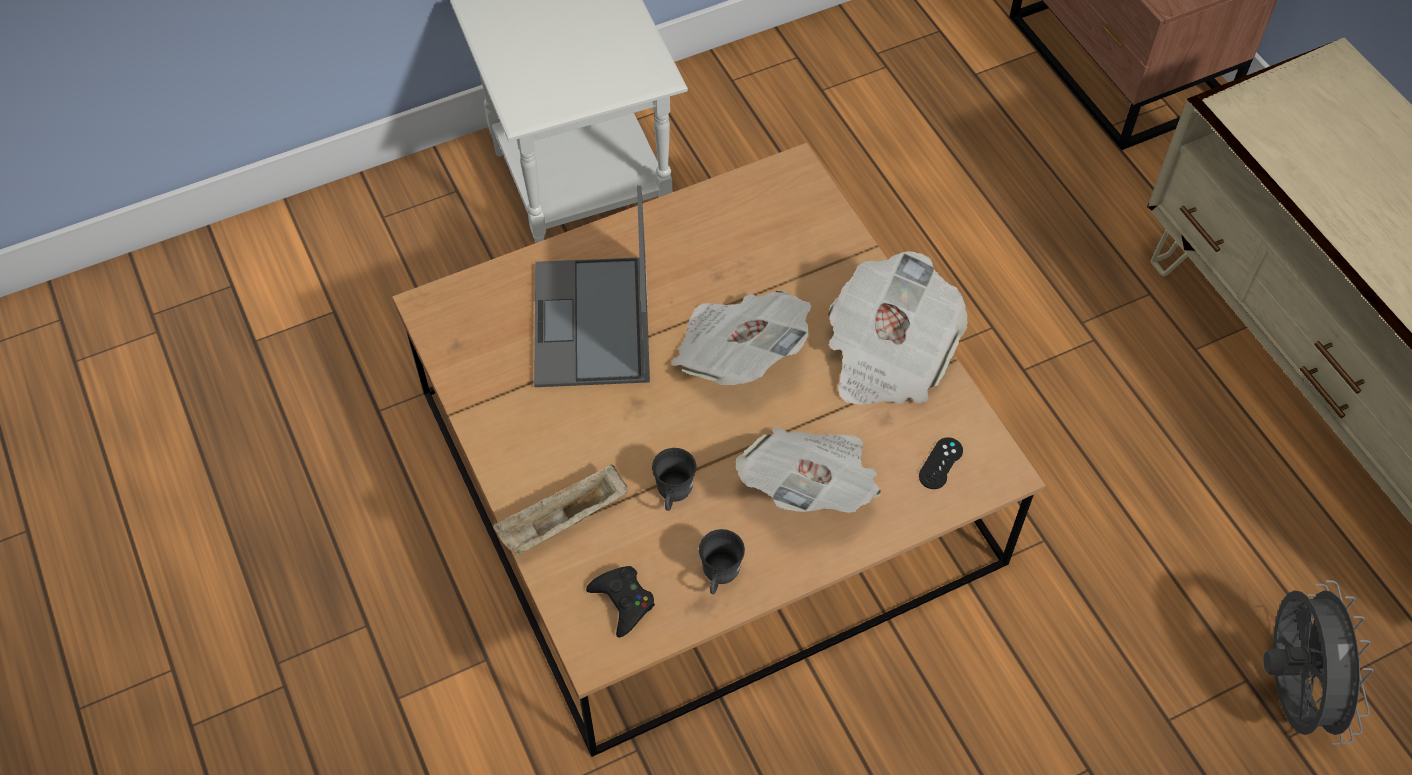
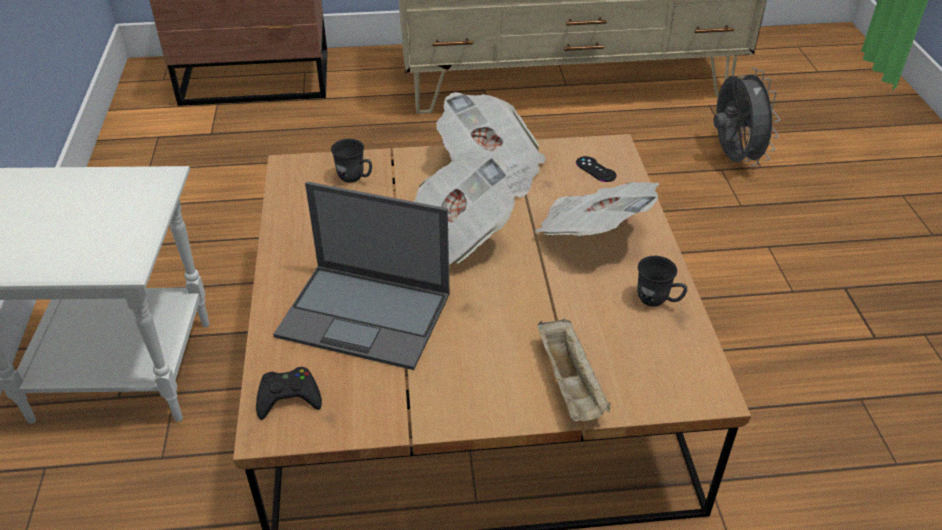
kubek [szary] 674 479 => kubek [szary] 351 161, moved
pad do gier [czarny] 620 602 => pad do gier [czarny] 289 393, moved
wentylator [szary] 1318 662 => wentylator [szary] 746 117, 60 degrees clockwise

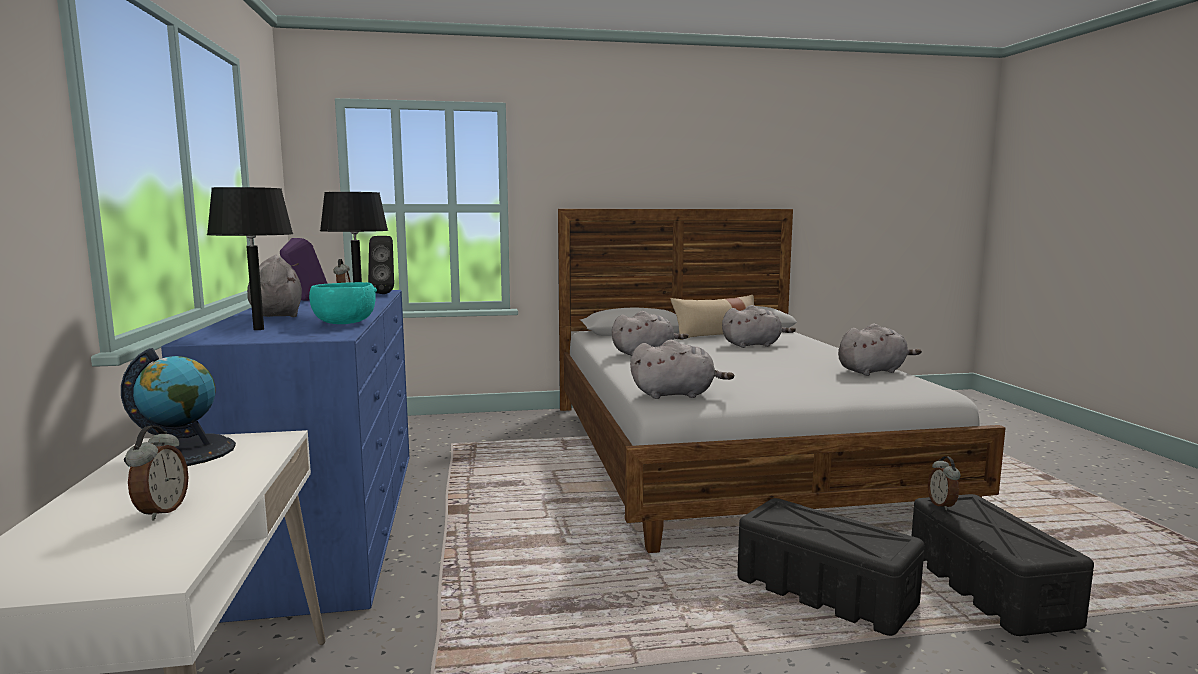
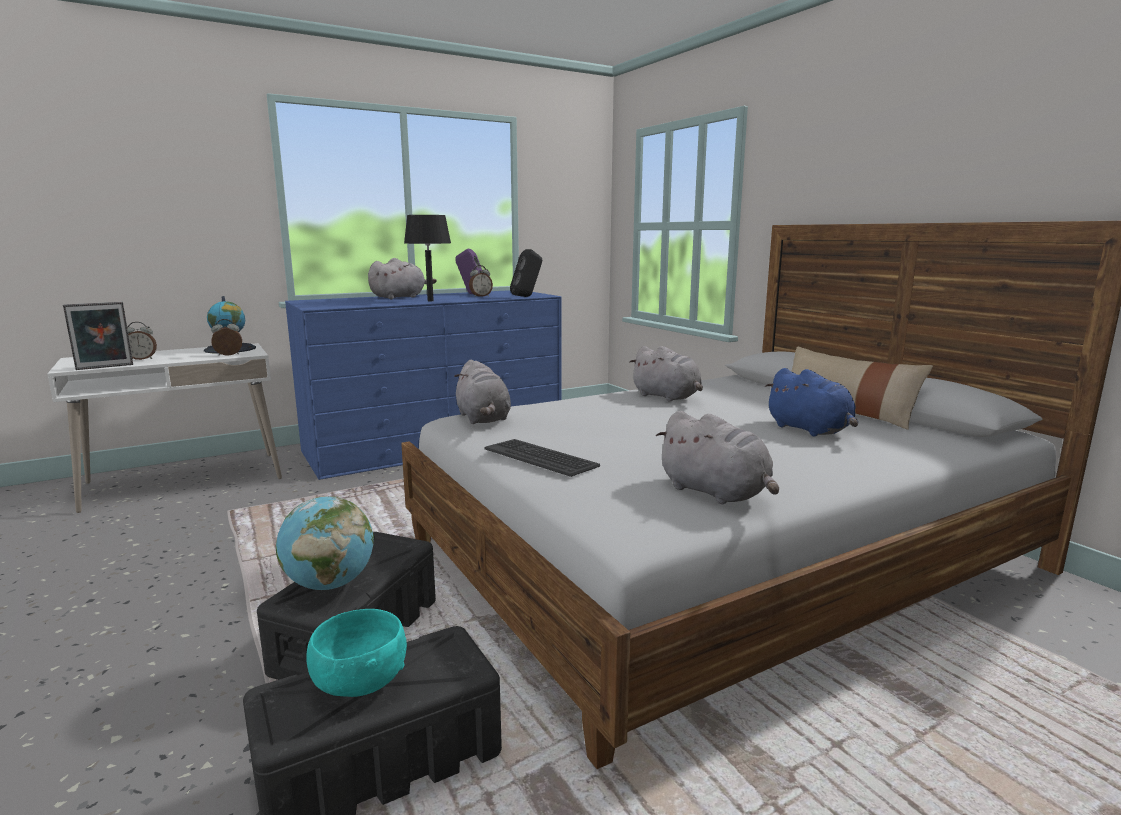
lampa stołowa [czarny] 250 258 => nothing
miska [turkusowy] 343 303 => miska [turkusowy] 356 653, moved
pluszak [szary] 759 326 => pluszak [niebieski] 811 402
budzik 944 483 => budzik 226 337, moved
nothing => ramka na zdjęcie 98 336
nothing => klawiatura 542 458
nothing => globus 325 543

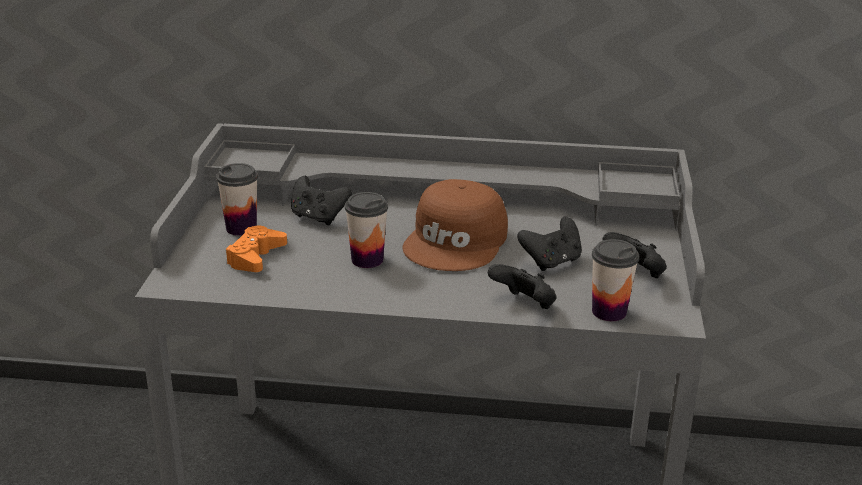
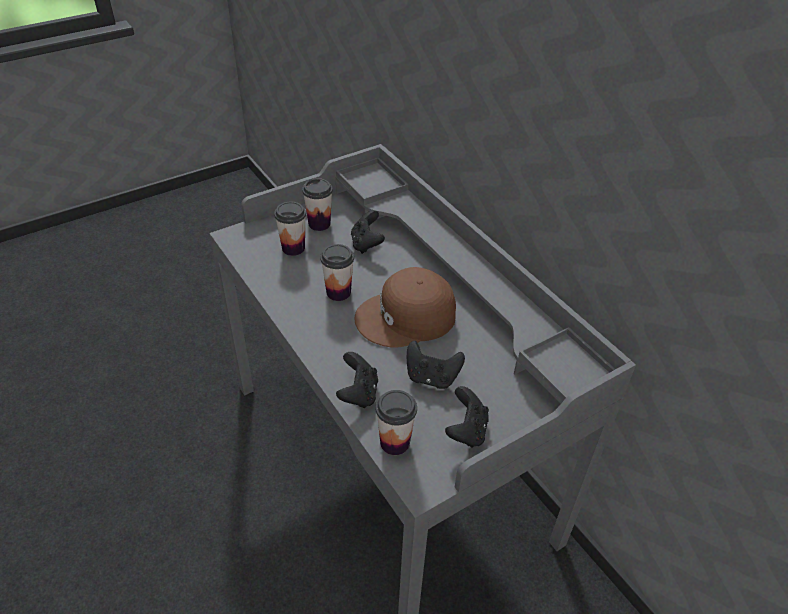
pad do gier [pomarańczowy] 256 249 => filiżanka 290 228

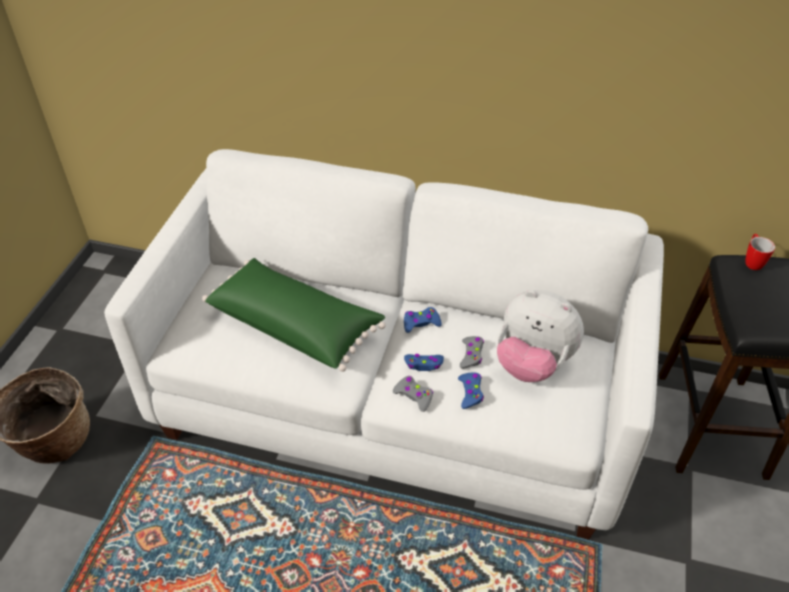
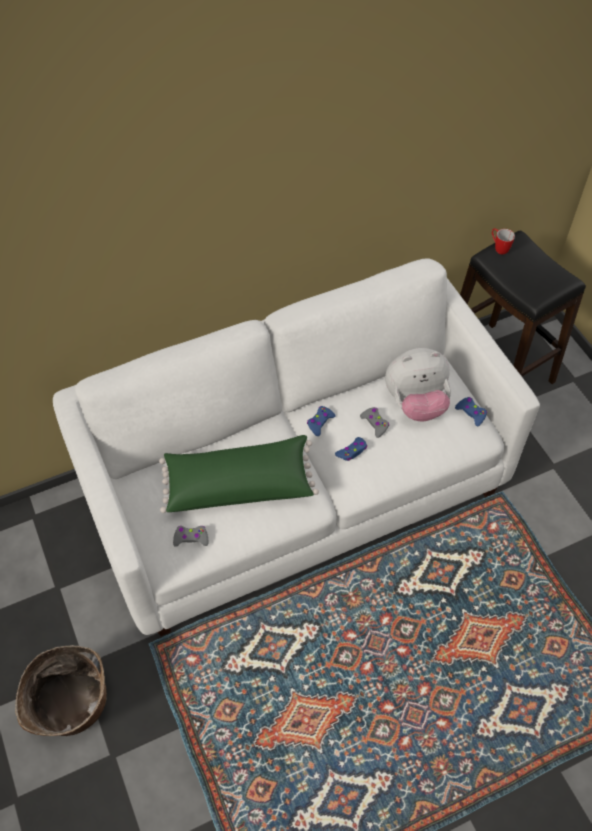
pad do gier [niebieski] 471 390 => pad do gier [niebieski] 471 411, moved
pad do gier [szary] 413 394 => pad do gier [szary] 191 536, moved

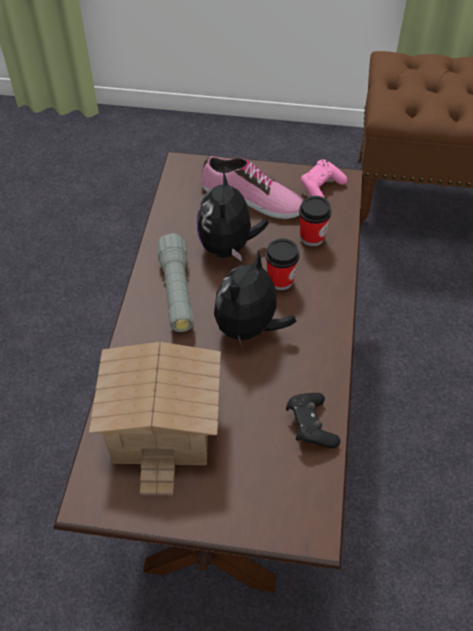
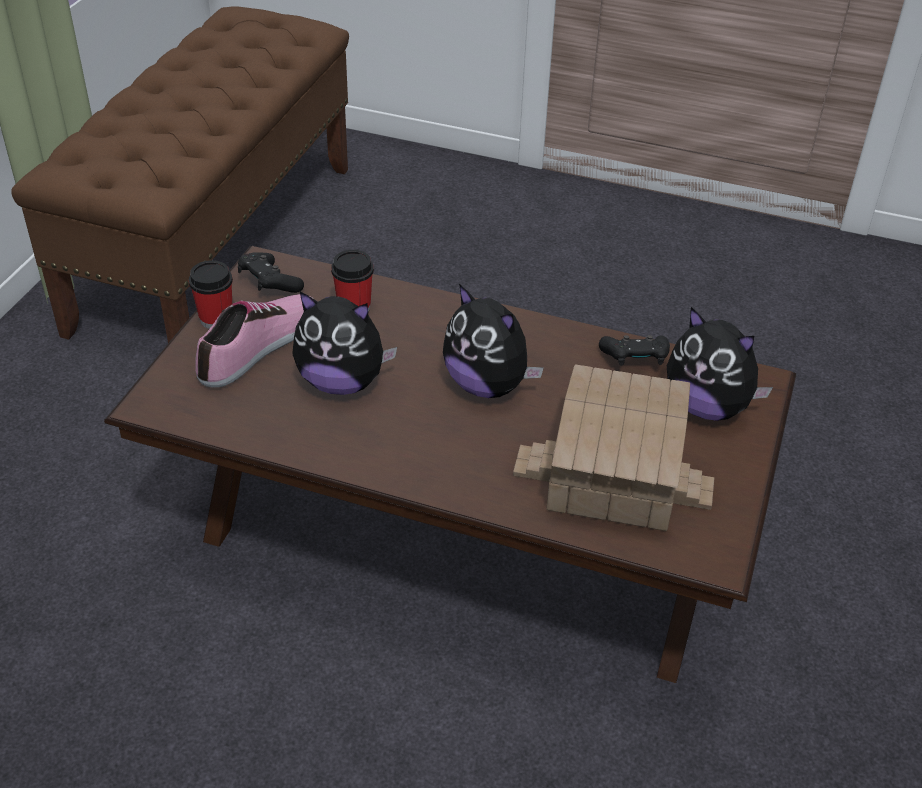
pad do gier [różowy] 323 178 => pad do gier [czarny] 271 272
latarka [szary] 175 282 => nothing
filiżanka 282 264 => filiżanka 211 294, moved
nothing => pluszak 720 364

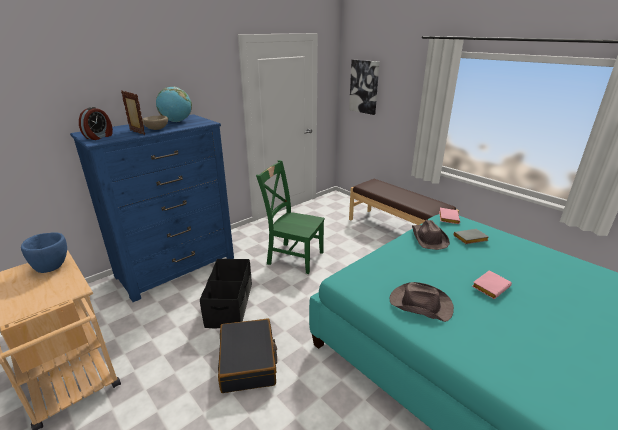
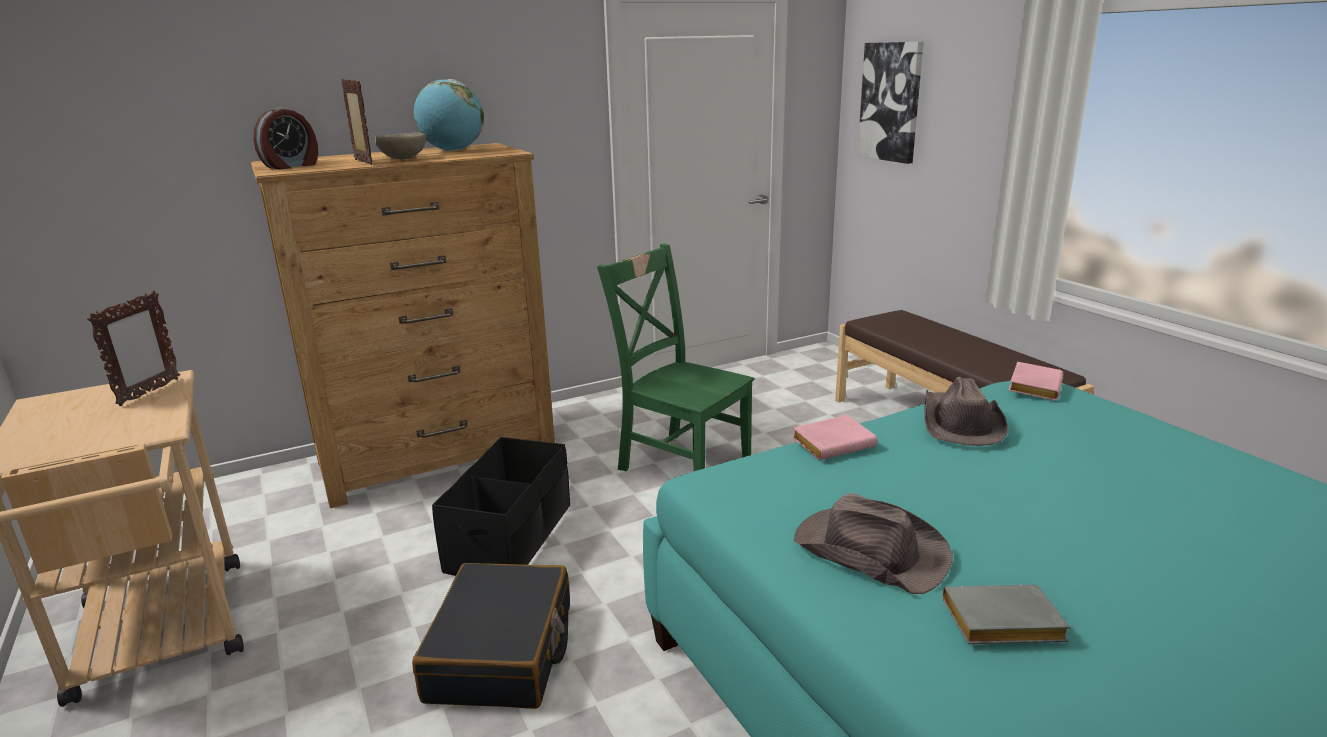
komoda [niebieski] 152 208 => komoda [brązowy] 403 325
książka [szary] 471 236 => książka [szary] 1007 614, moved
miska [niebieski] 44 252 => ramka na zdjęcie 133 348
książka [różowy] 492 284 => książka [różowy] 834 437, moved

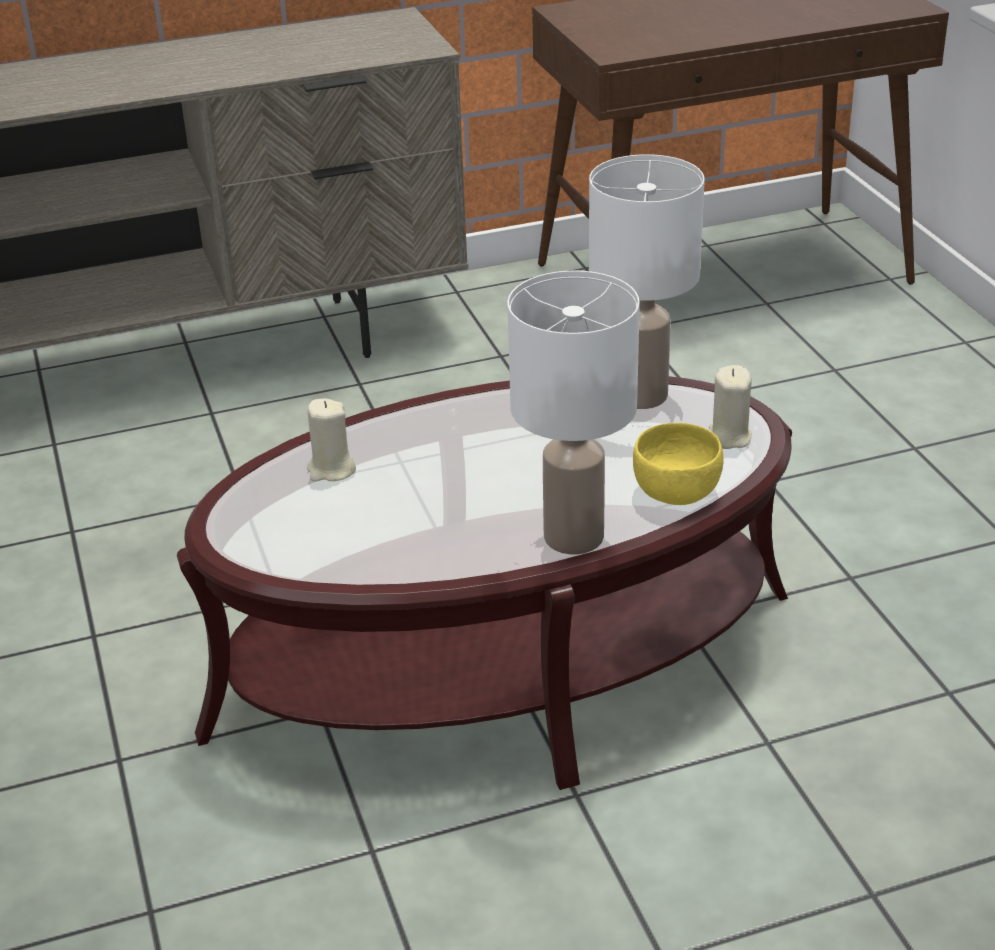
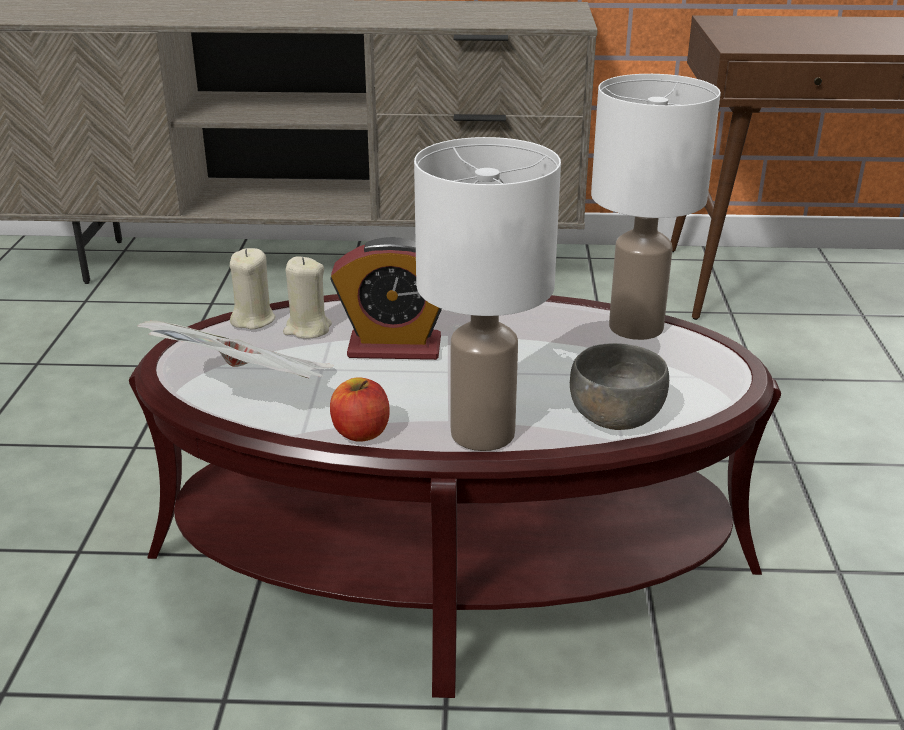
świeca [beżowy] 730 407 => świeca [beżowy] 253 288, moved
miska [żółty] 678 464 => miska [szary] 619 386
nothing => budzik 386 298
nothing => gazeta 236 349
nothing => jabłko 360 410

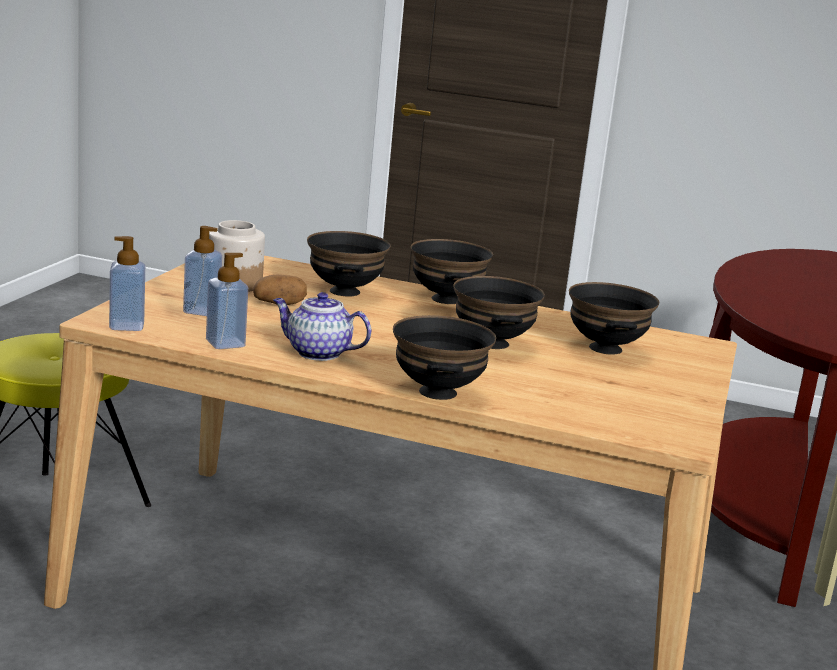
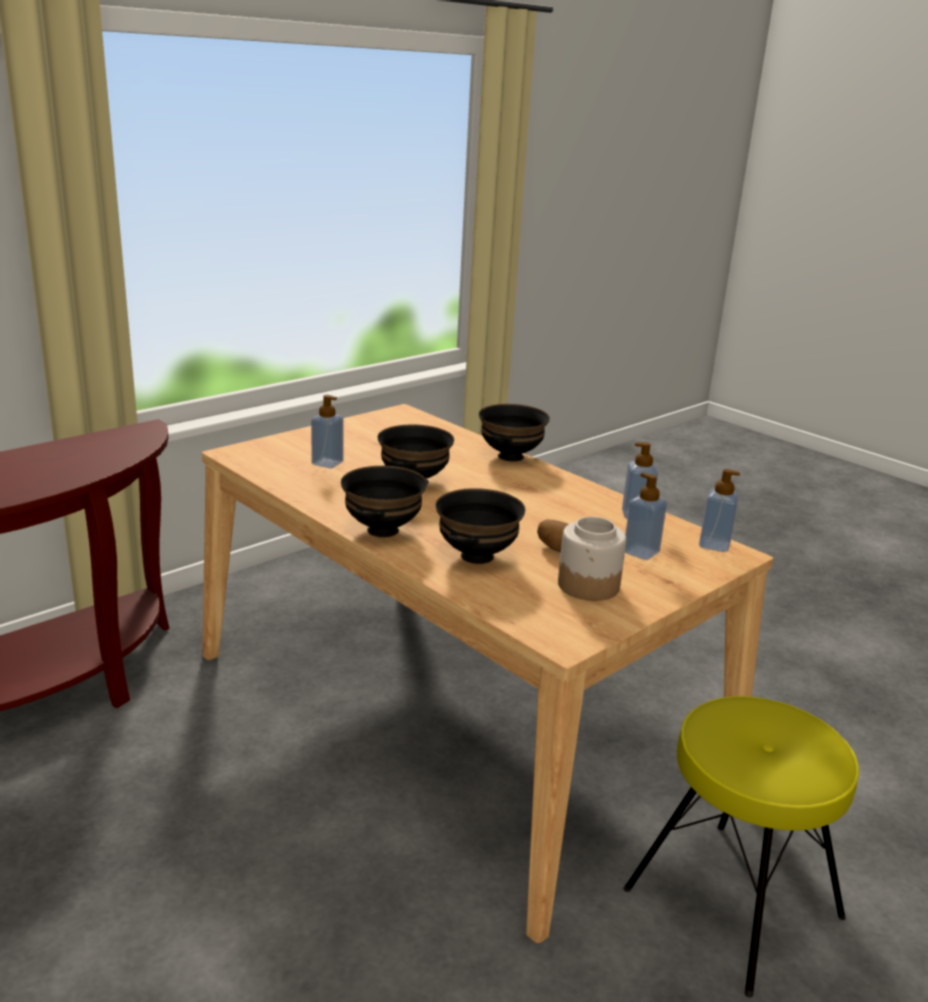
miska [czarny] 614 318 => dozownik mydła 327 431
imbryk 322 326 => nothing

